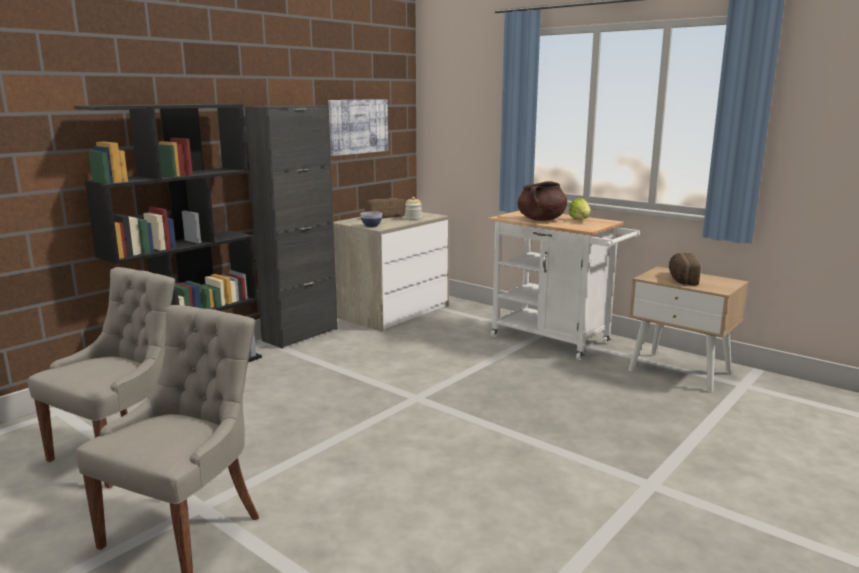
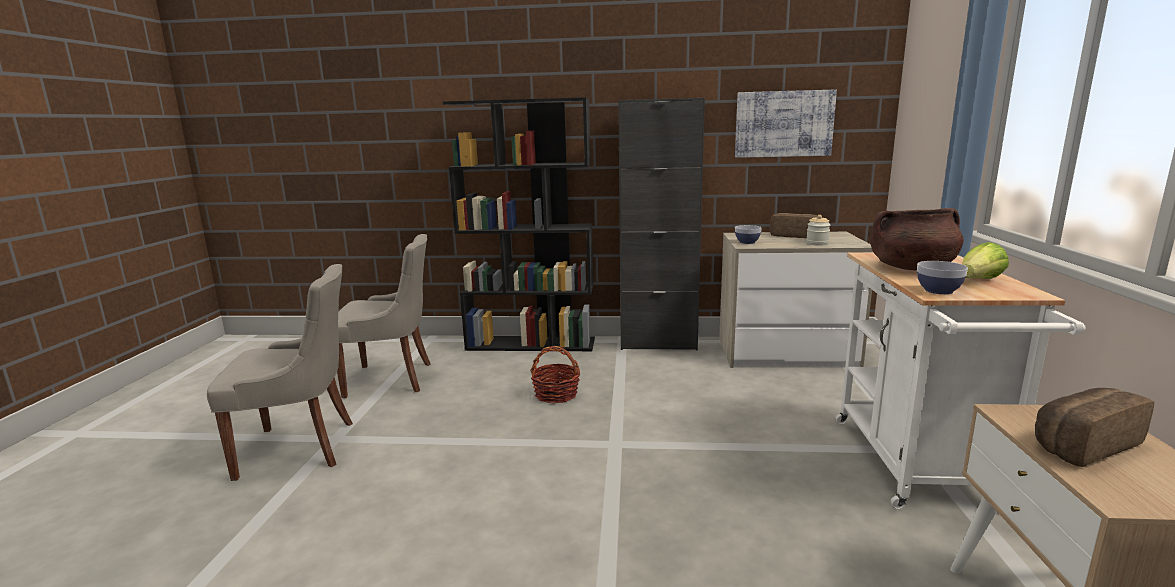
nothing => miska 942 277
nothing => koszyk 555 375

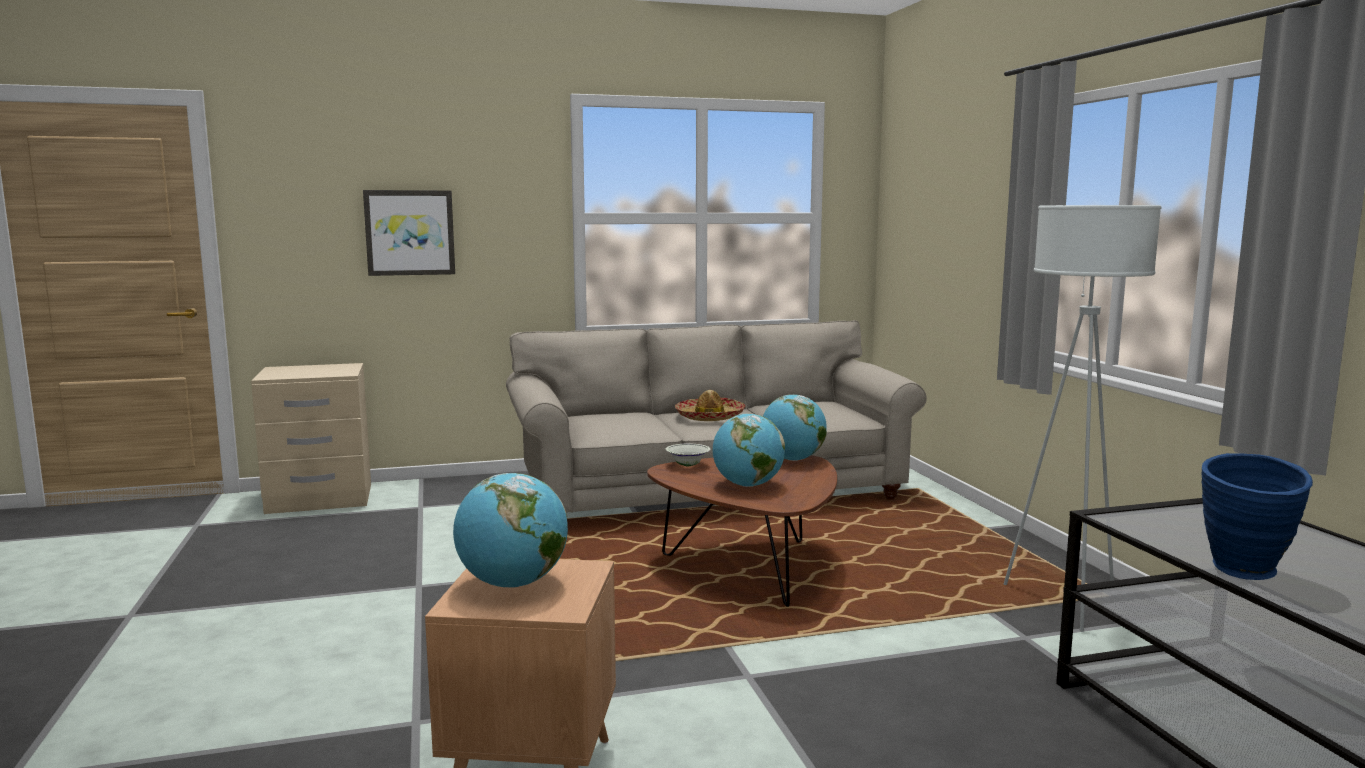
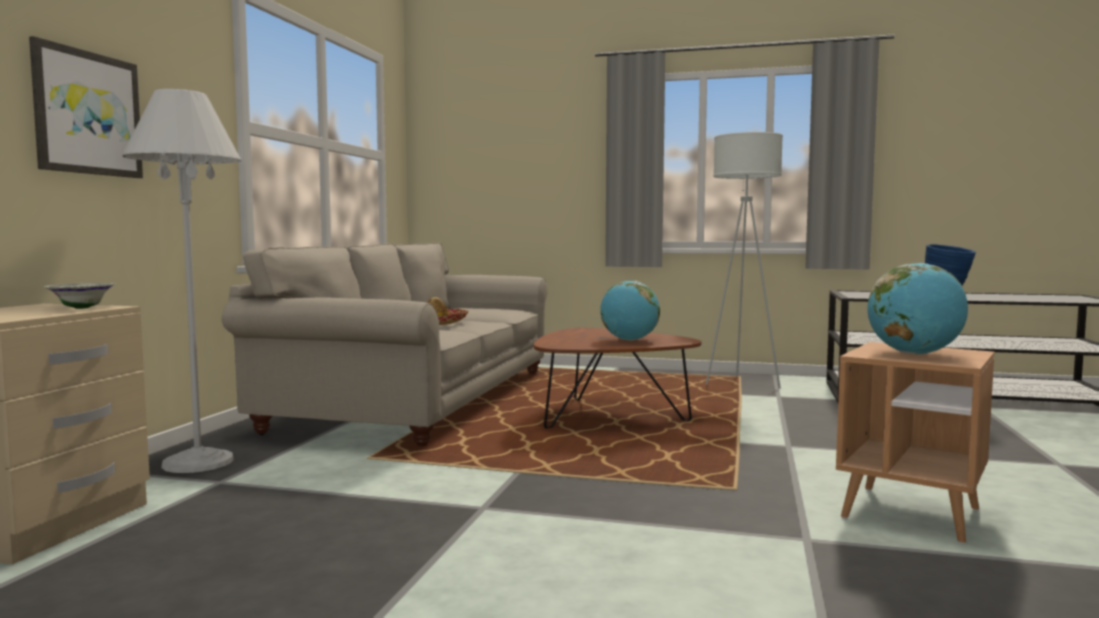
globus 795 428 => nothing
miska [biały] 688 455 => miska [biały] 79 296, moved
nothing => lampa stojąca [biały] 182 281

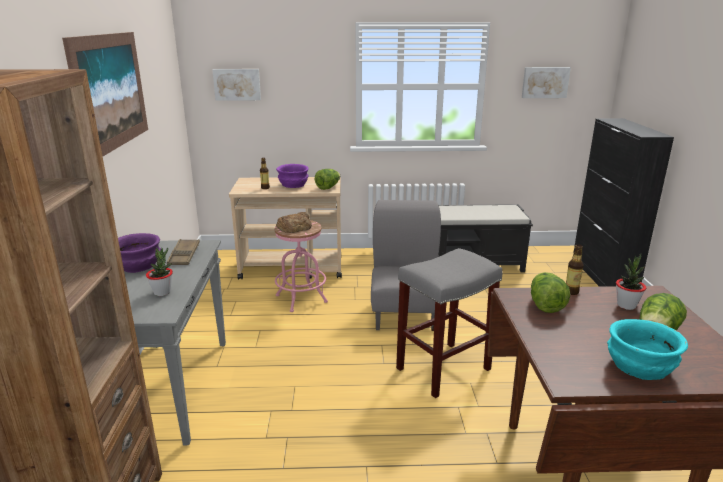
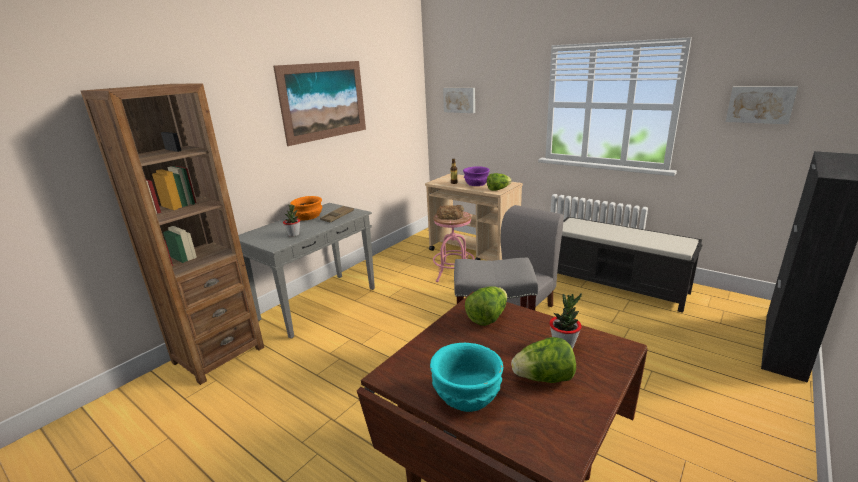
miska [fioletowy] 139 253 => miska [pomarańczowy] 306 208
butelka 575 269 => nothing

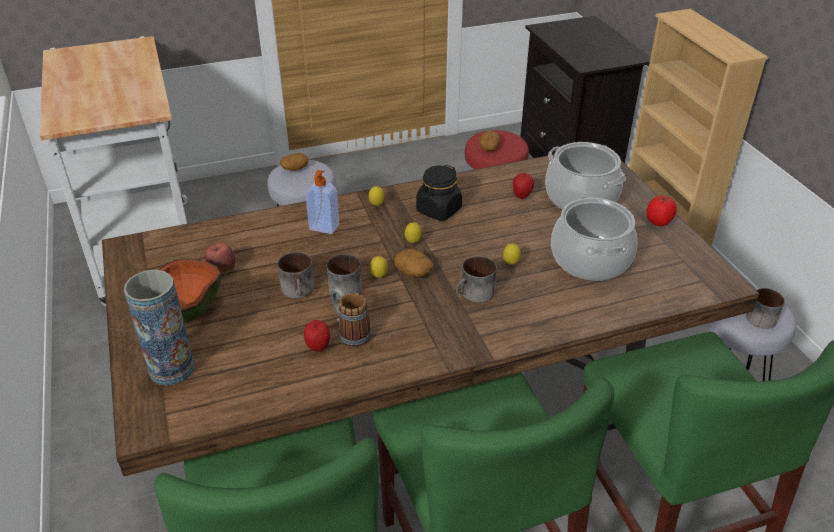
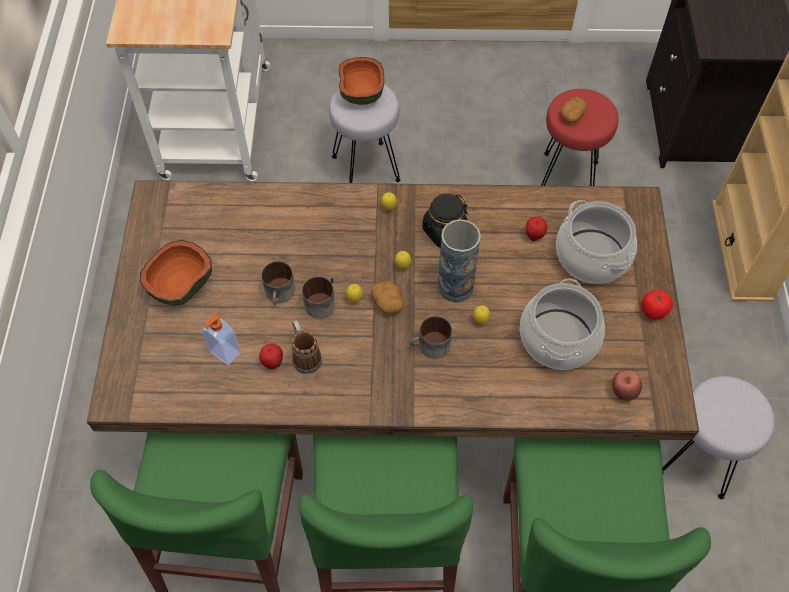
ziemniak 294 162 => miska 361 81
dozownik mydła 322 202 => dozownik mydła 221 340, moved
jabłko 220 258 => jabłko 627 385, moved
wazon 159 328 => wazon 459 261, moved
kubek 765 308 => nothing

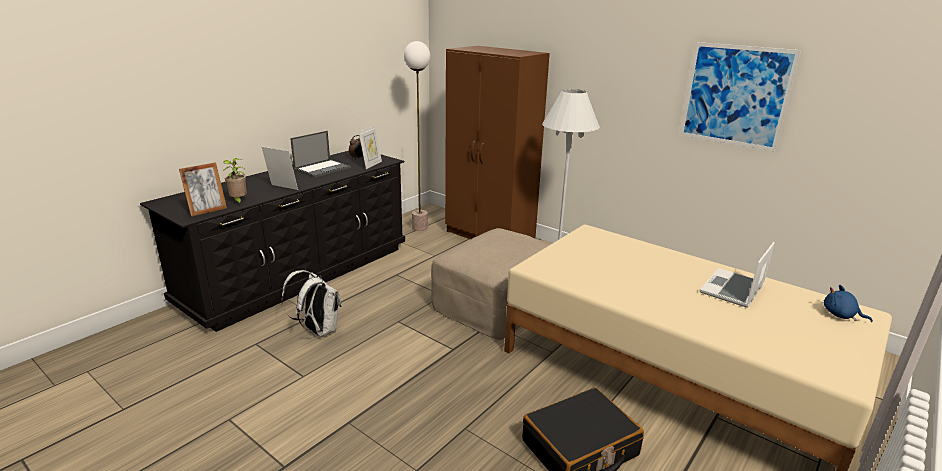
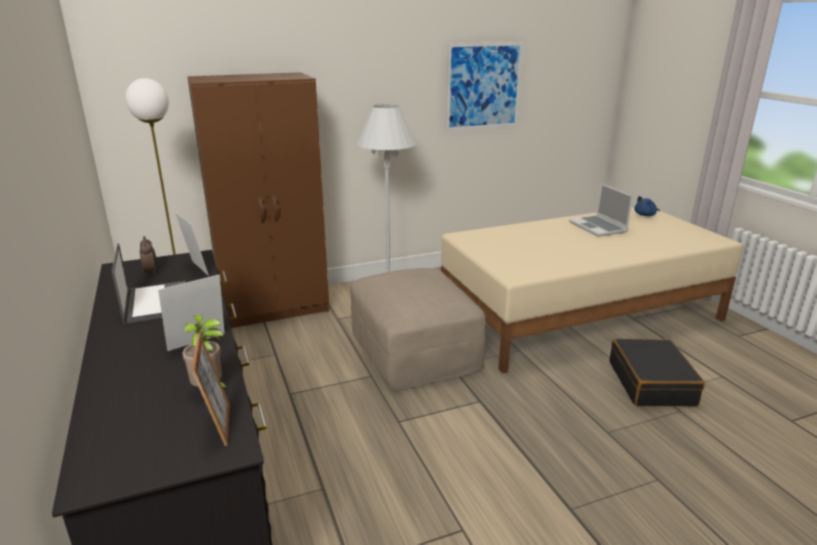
plecak [biały] 311 303 => nothing

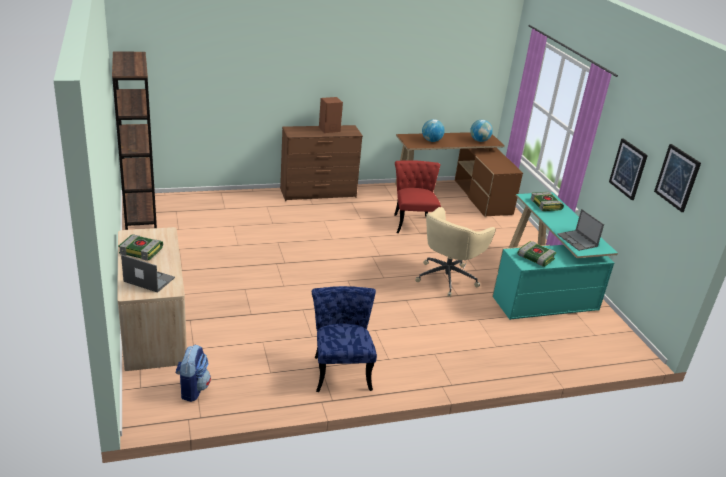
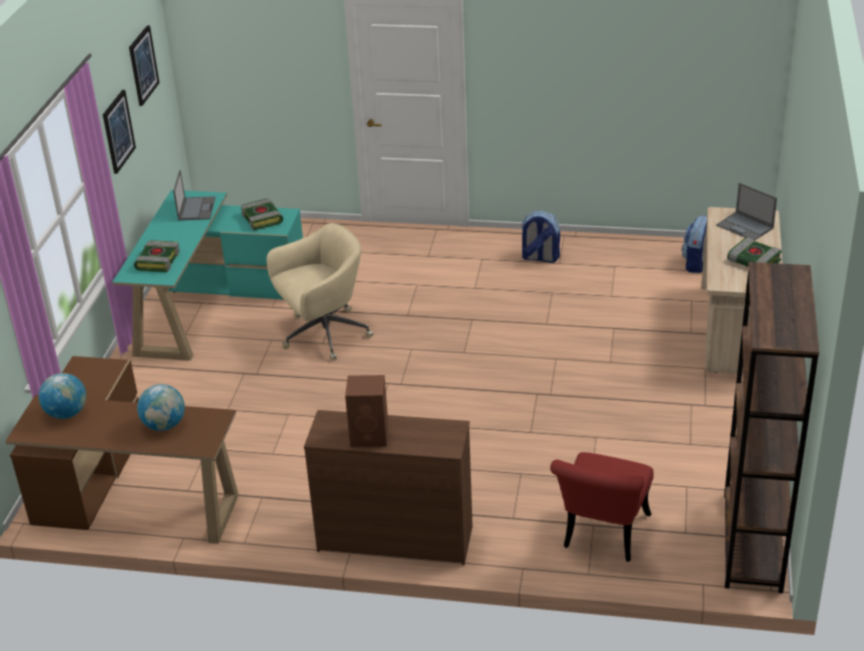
krzesło [czerwony] 417 196 => krzesło [czerwony] 602 507, moved
krzesło [niebieski] 344 339 => plecak 540 237

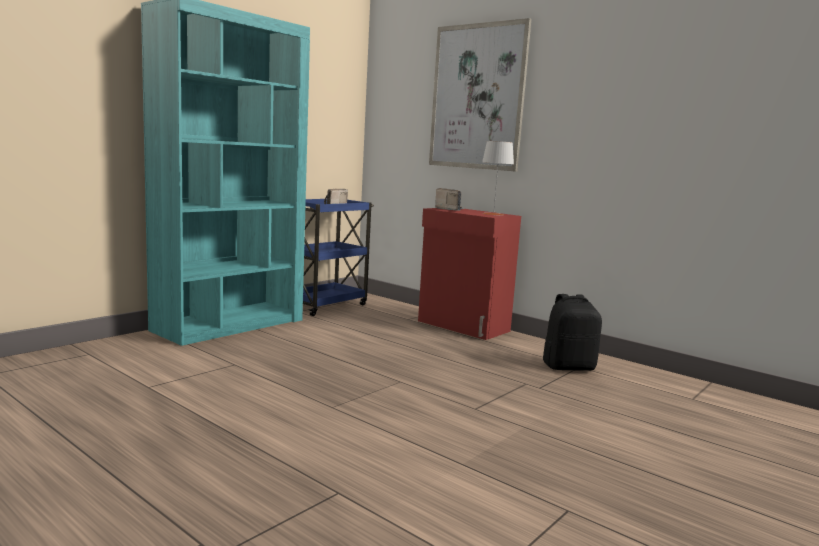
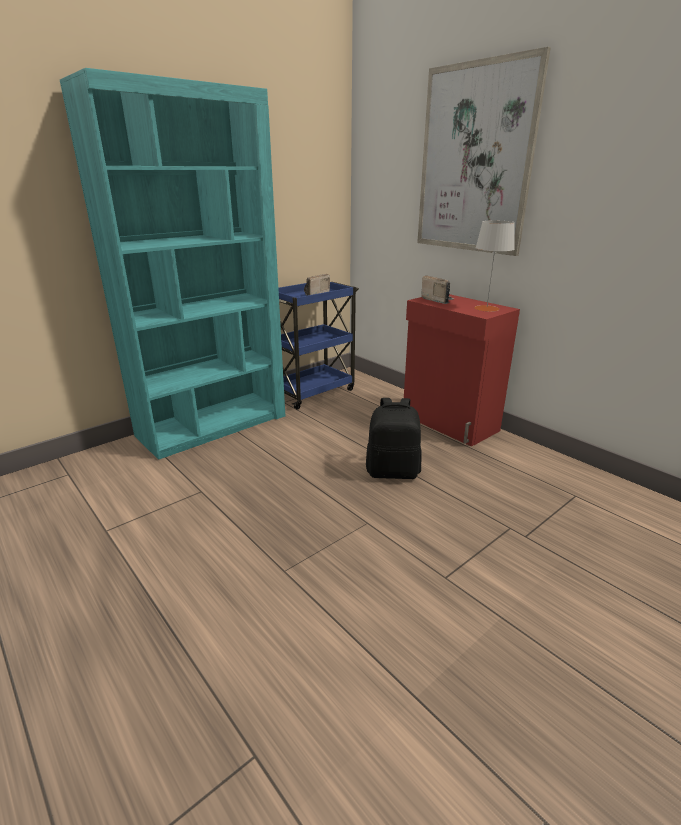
plecak [czarny] 572 332 => plecak [czarny] 394 438, moved

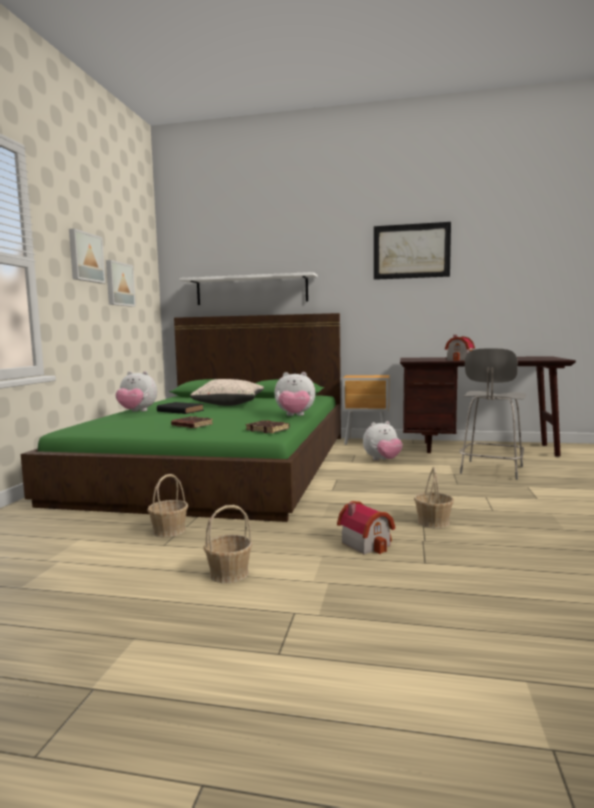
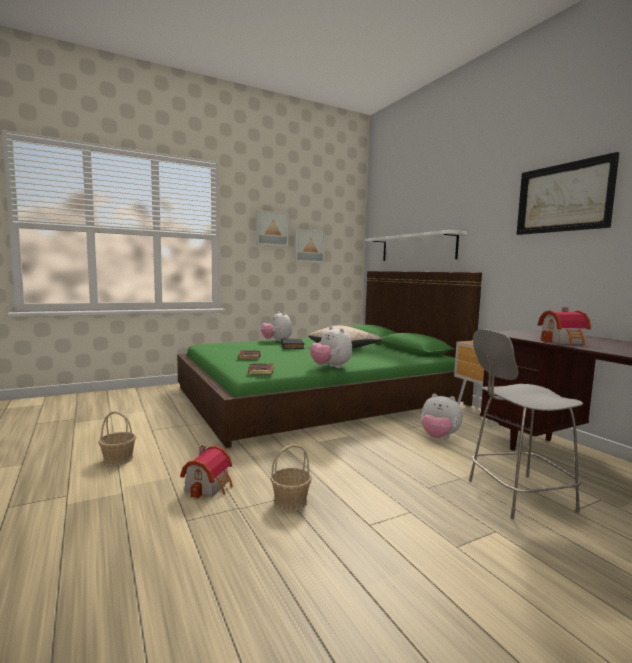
koszyk 167 506 => nothing

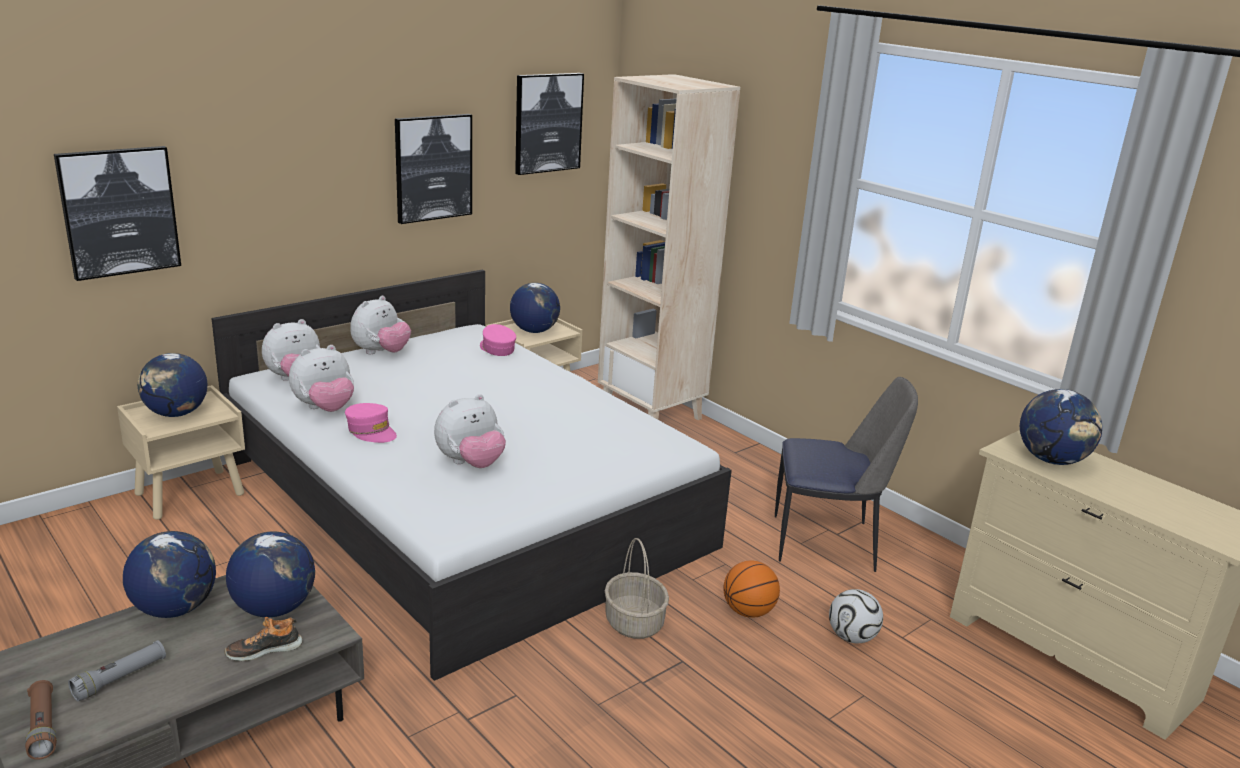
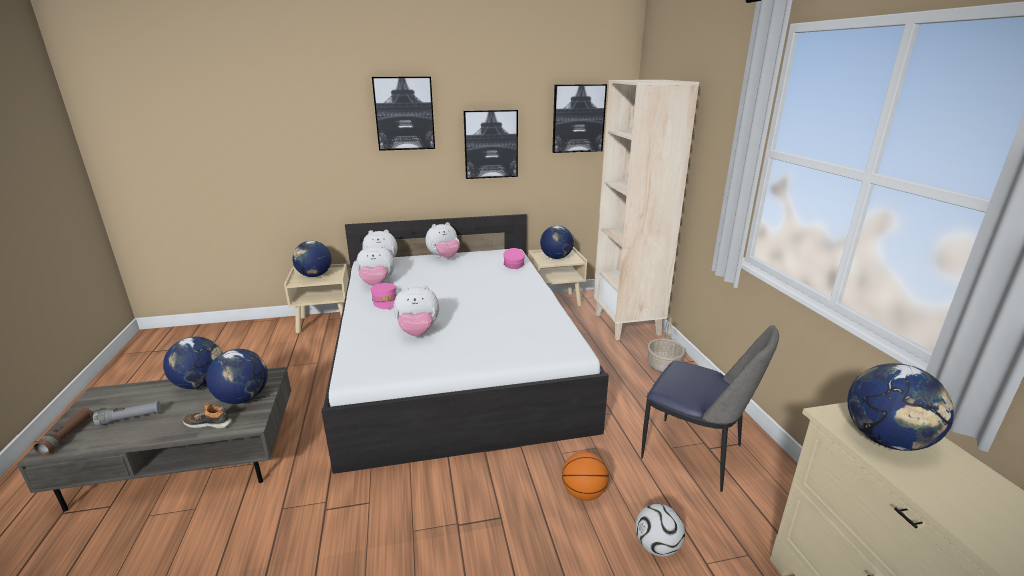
obraz 117 213 => obraz 403 114, moved
koszyk 637 588 => koszyk 666 345, moved

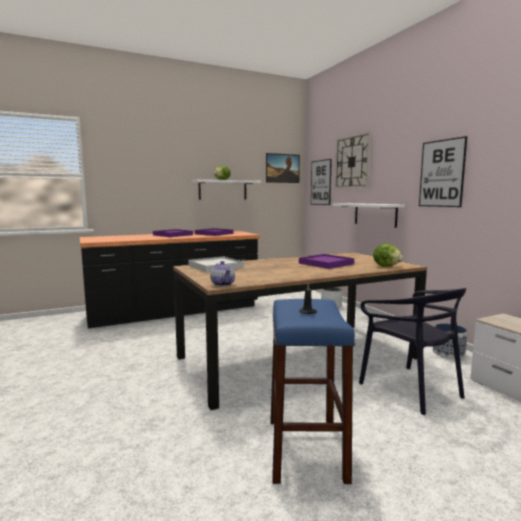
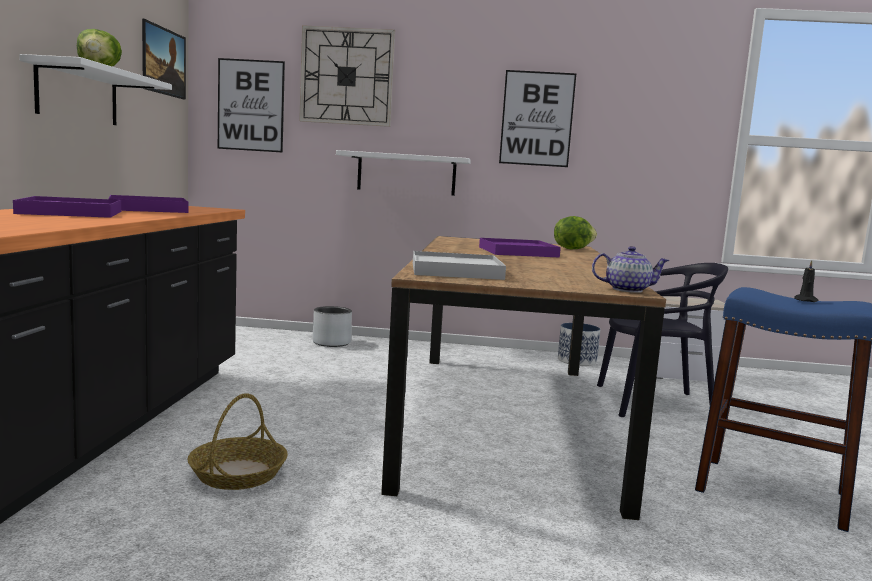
nothing => koszyk 238 441

